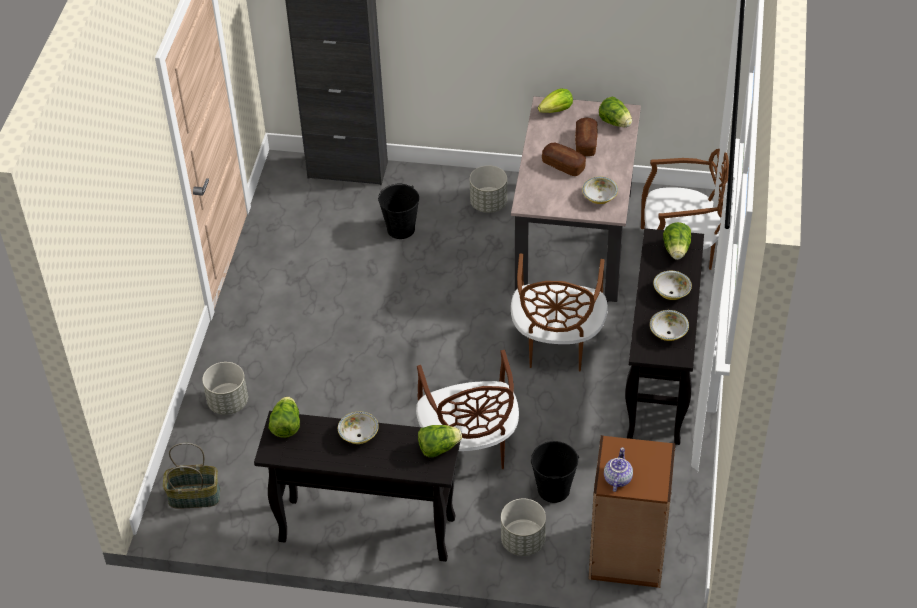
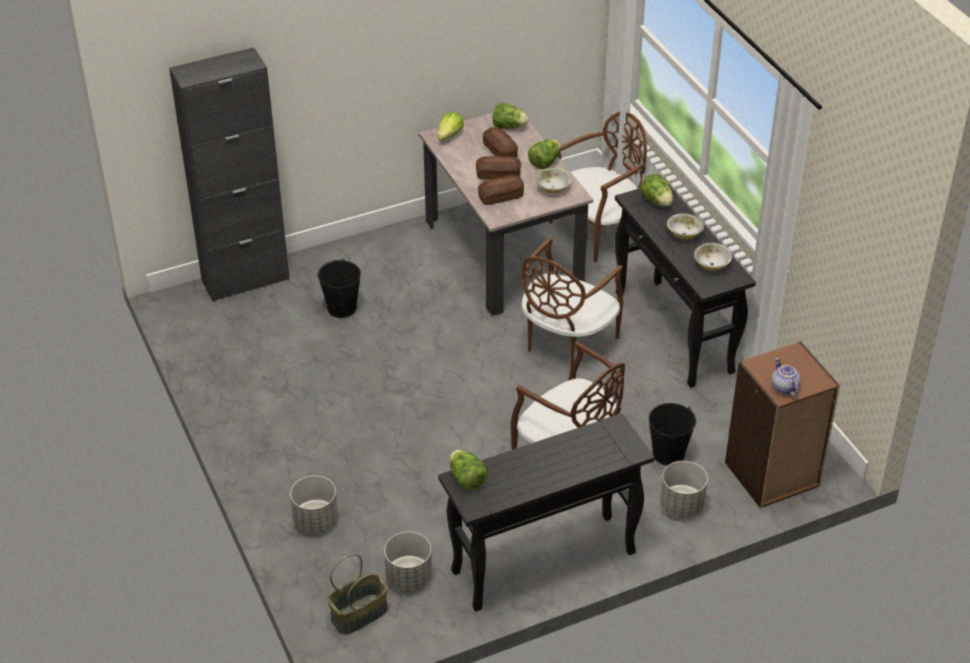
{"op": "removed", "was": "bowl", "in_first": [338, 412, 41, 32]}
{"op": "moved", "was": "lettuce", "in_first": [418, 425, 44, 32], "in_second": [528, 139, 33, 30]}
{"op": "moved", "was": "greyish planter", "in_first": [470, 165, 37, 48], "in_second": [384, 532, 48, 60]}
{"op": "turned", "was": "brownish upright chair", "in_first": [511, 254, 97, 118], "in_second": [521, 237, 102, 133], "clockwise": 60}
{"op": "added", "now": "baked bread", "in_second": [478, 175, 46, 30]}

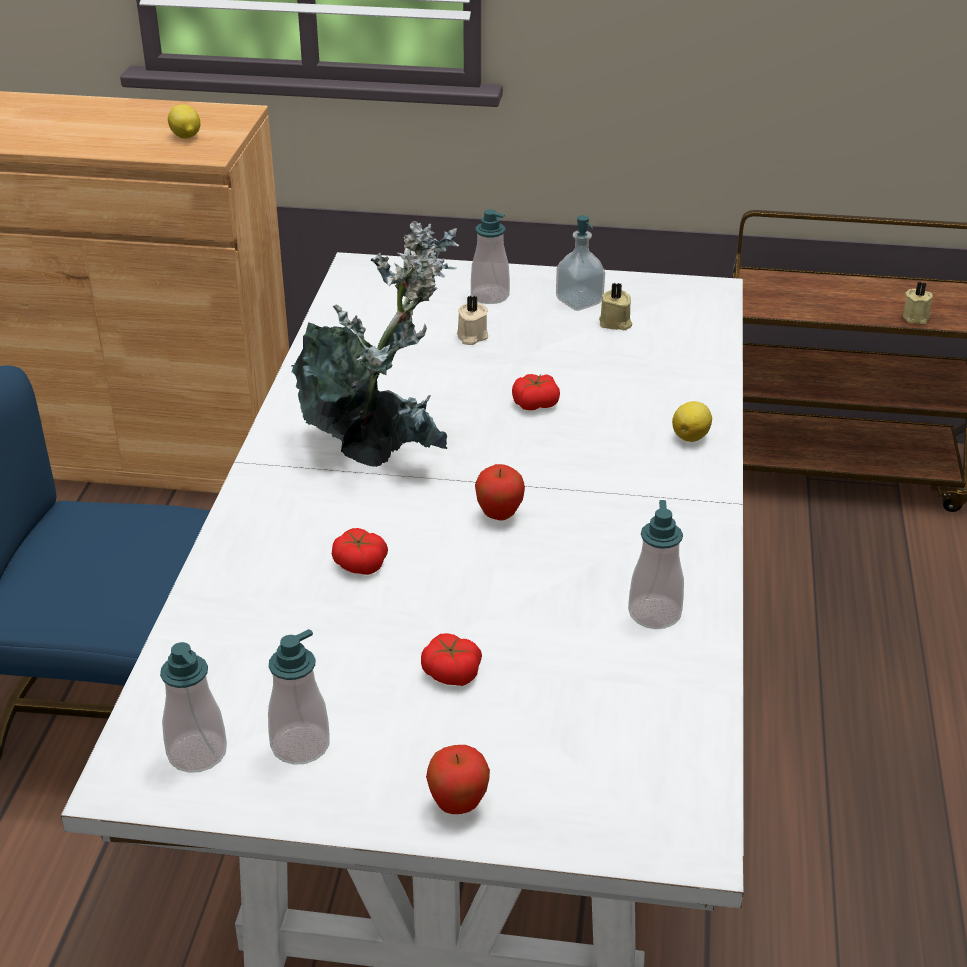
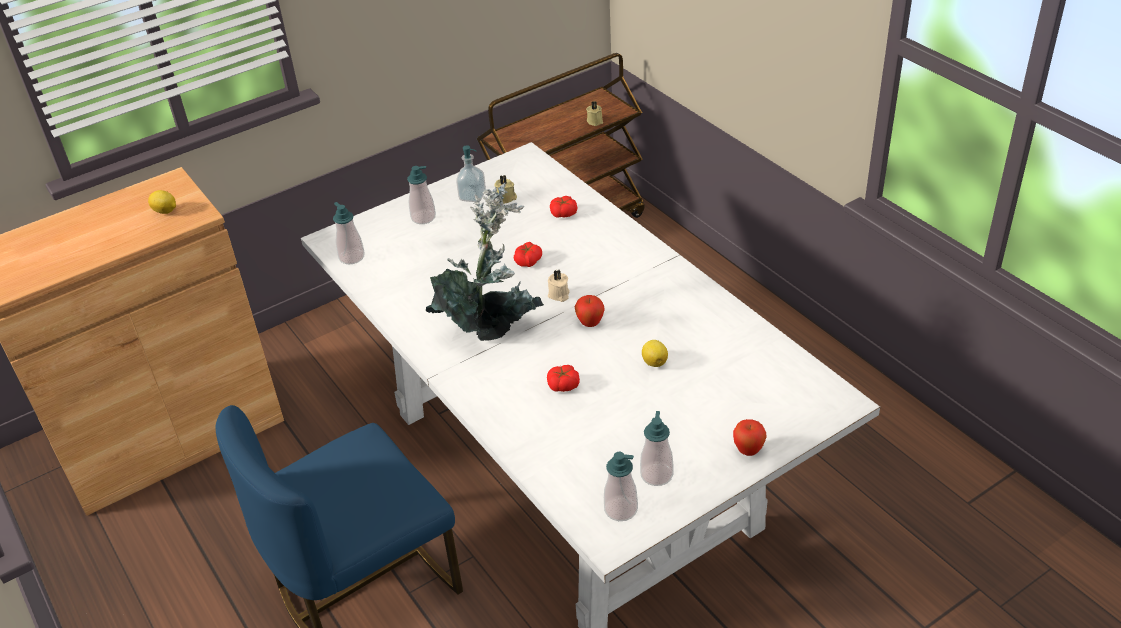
{"op": "moved", "was": "whole tomato", "in_first": [421, 633, 61, 53], "in_second": [550, 196, 28, 22]}
{"op": "moved", "was": "sand-coloured candle", "in_first": [457, 295, 31, 50], "in_second": [548, 270, 22, 32]}
{"op": "moved", "was": "soap dispenser", "in_first": [628, 500, 56, 129], "in_second": [333, 202, 31, 63]}
{"op": "moved", "was": "citrus fruit", "in_first": [672, 401, 40, 41], "in_second": [642, 340, 26, 27]}

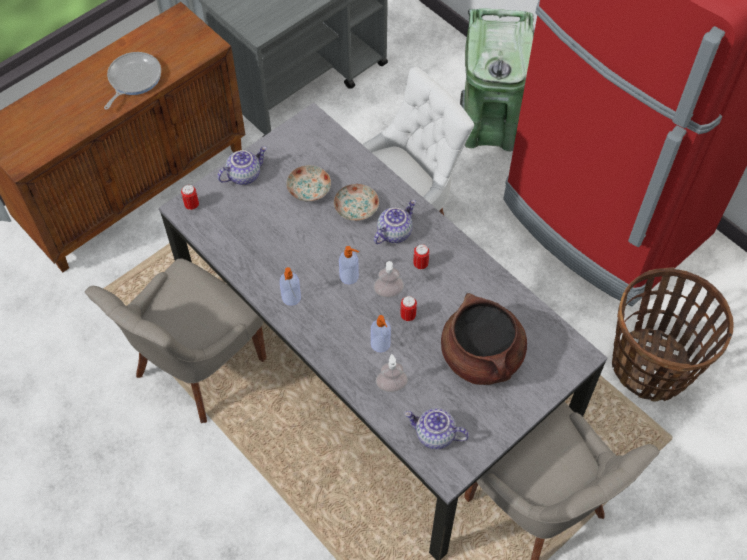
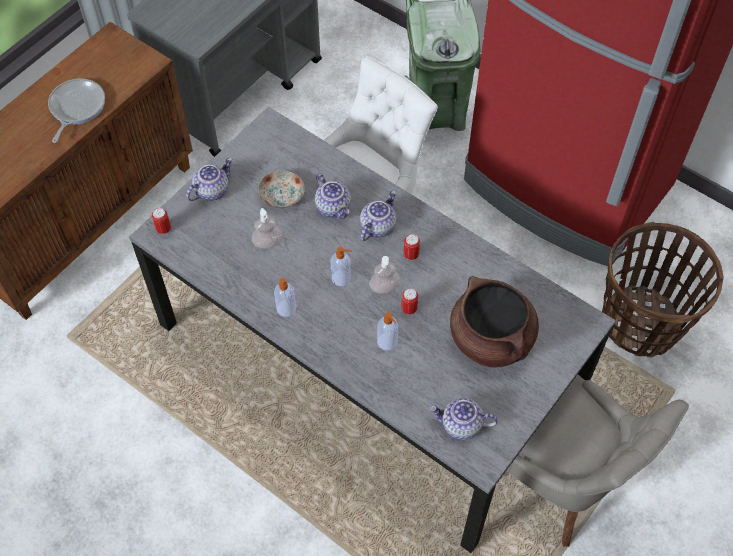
{"op": "removed", "was": "greyish upright chair", "in_first": [85, 259, 181, 164]}
{"op": "replaced", "was": "plate", "now": "teapot", "in_first": [334, 184, 45, 37], "in_second": [315, 173, 36, 46]}
{"op": "moved", "was": "soap dispenser", "in_first": [376, 354, 32, 38], "in_second": [252, 208, 30, 41]}

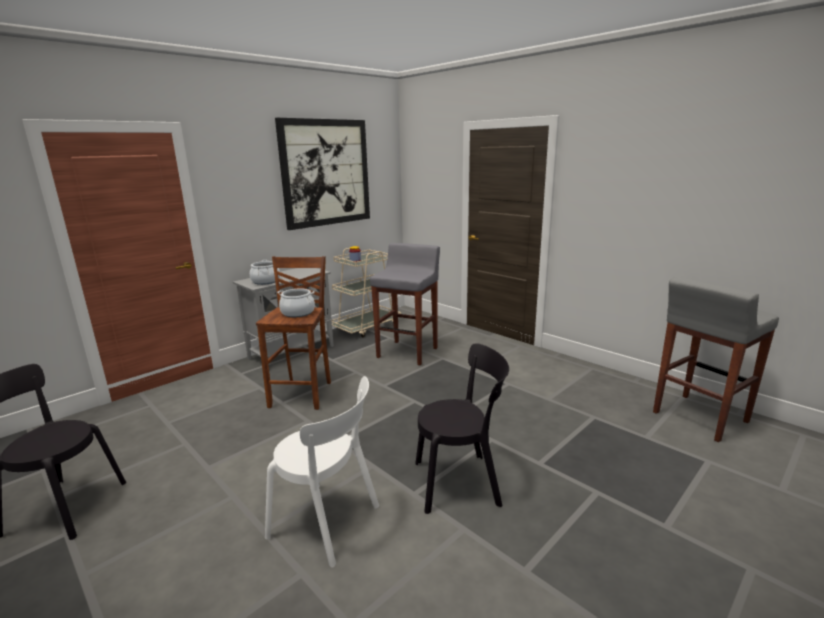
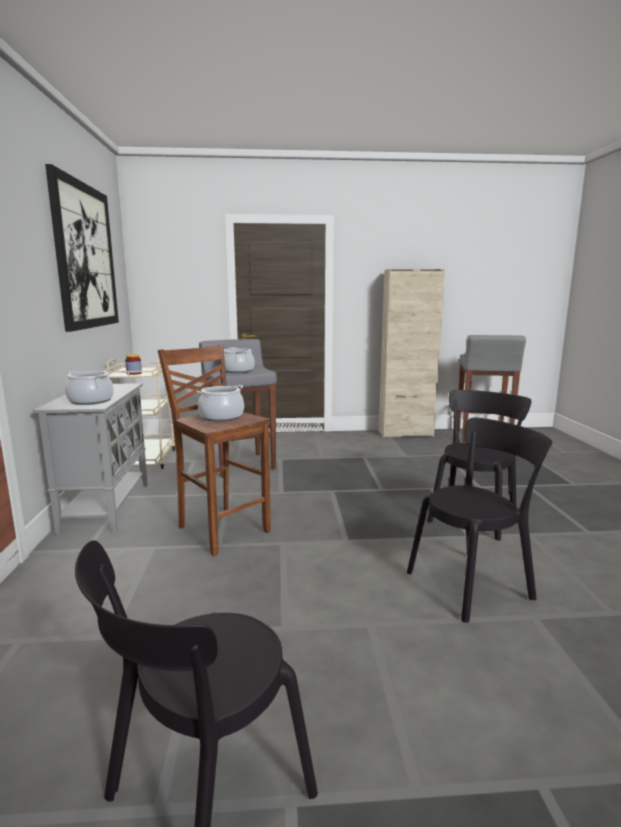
{"op": "recoloured", "was": "whitish upright chair", "now": "black-coloured upright chair", "in_first": [265, 376, 114, 192], "in_second": [407, 418, 145, 205]}
{"op": "added", "now": "cooking pot", "in_second": [224, 347, 30, 26]}
{"op": "added", "now": "sand-coloured cupboard", "in_second": [379, 269, 66, 169]}

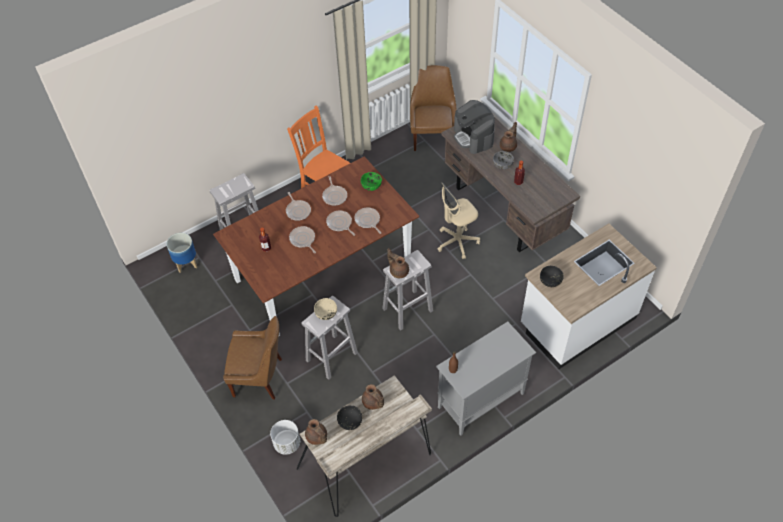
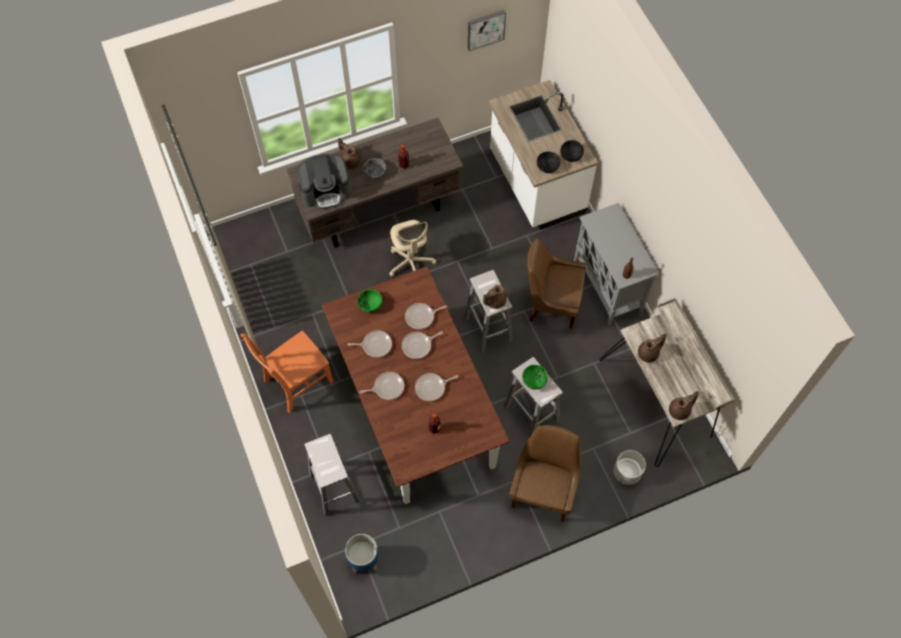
{"op": "recoloured", "was": "sand-coloured bowl", "now": "green-coloured bowl", "in_first": [314, 298, 23, 22], "in_second": [522, 365, 26, 24]}
{"op": "moved", "was": "black-coloured bowl", "in_first": [337, 405, 25, 25], "in_second": [561, 140, 23, 22]}
{"op": "moved", "was": "brownish upright chair", "in_first": [410, 65, 47, 86], "in_second": [527, 238, 59, 91]}
{"op": "added", "now": "wall picture", "in_second": [468, 10, 38, 41]}

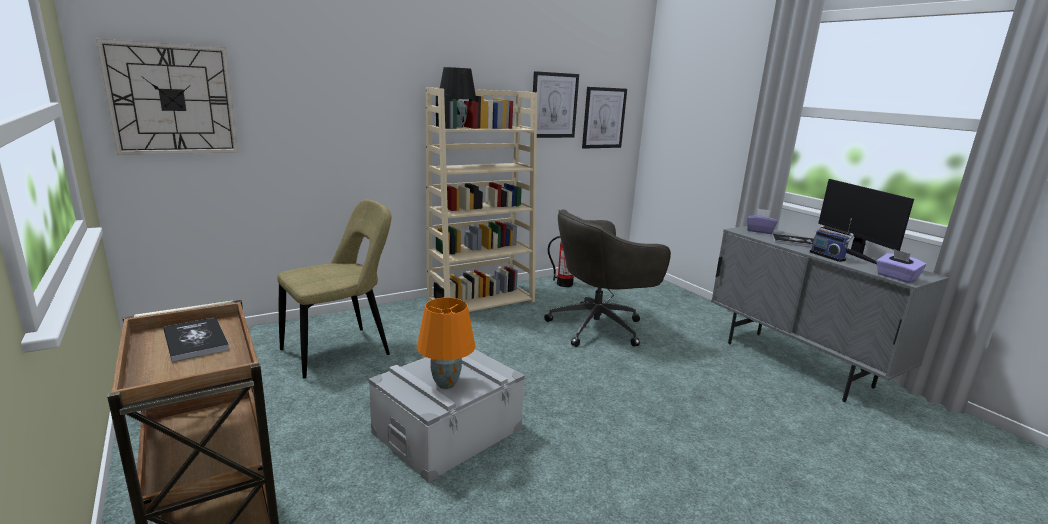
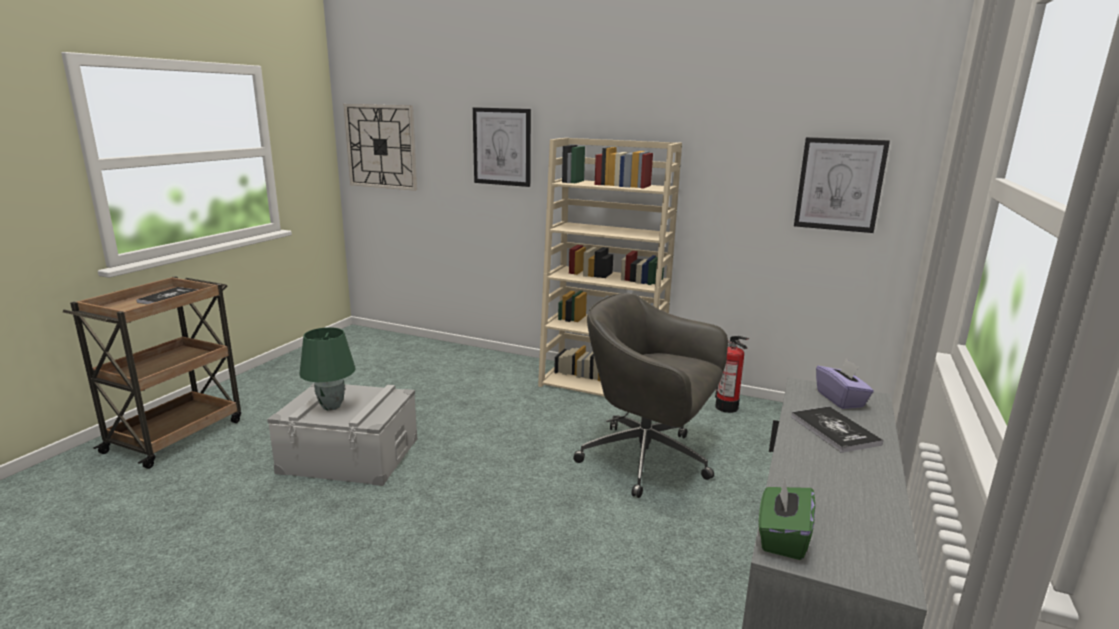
{"op": "removed", "was": "sand-coloured upright chair", "in_first": [277, 200, 114, 178]}
{"op": "recoloured", "was": "orange-coloured lamp for a table", "now": "green-coloured lamp for a table", "in_first": [417, 298, 59, 91], "in_second": [299, 327, 57, 83]}
{"op": "removed", "was": "black-coloured lamp for a table", "in_first": [440, 67, 36, 61]}
{"op": "moved", "was": "wall picture", "in_first": [533, 71, 46, 67], "in_second": [473, 107, 58, 80]}
{"op": "removed", "was": "radio receiver", "in_first": [810, 219, 44, 43]}
{"op": "removed", "was": "monitor", "in_first": [818, 179, 96, 85]}
{"op": "recoloured", "was": "purple-coloured tissue holder", "now": "green-coloured tissue holder", "in_first": [876, 249, 50, 34], "in_second": [759, 476, 56, 84]}

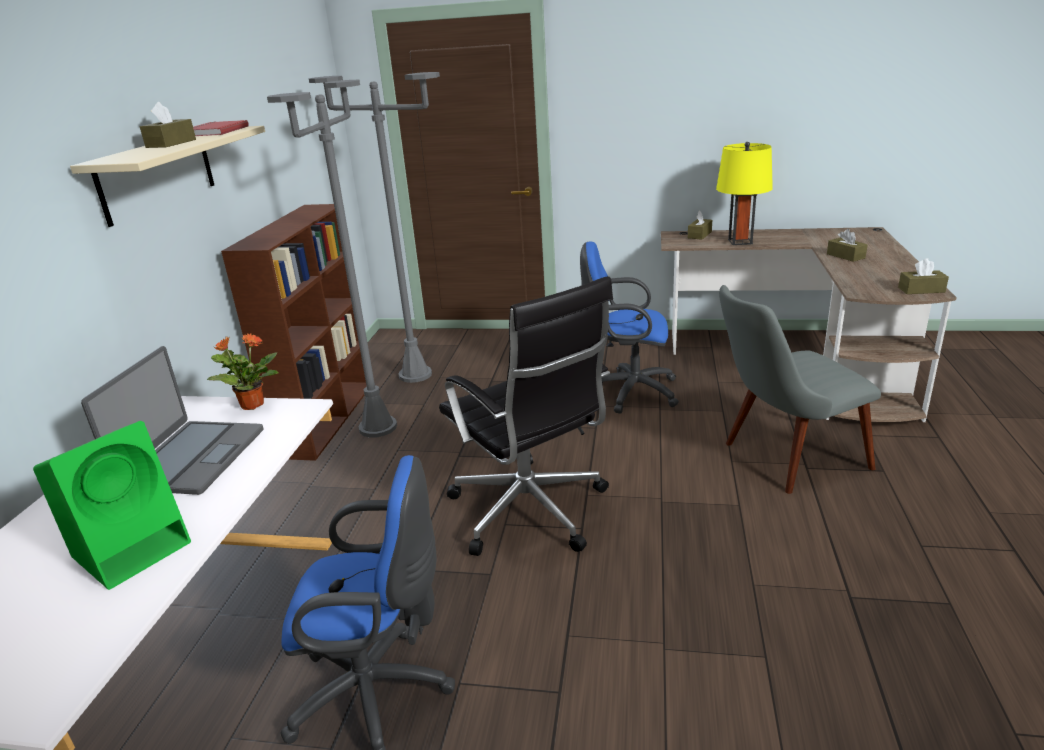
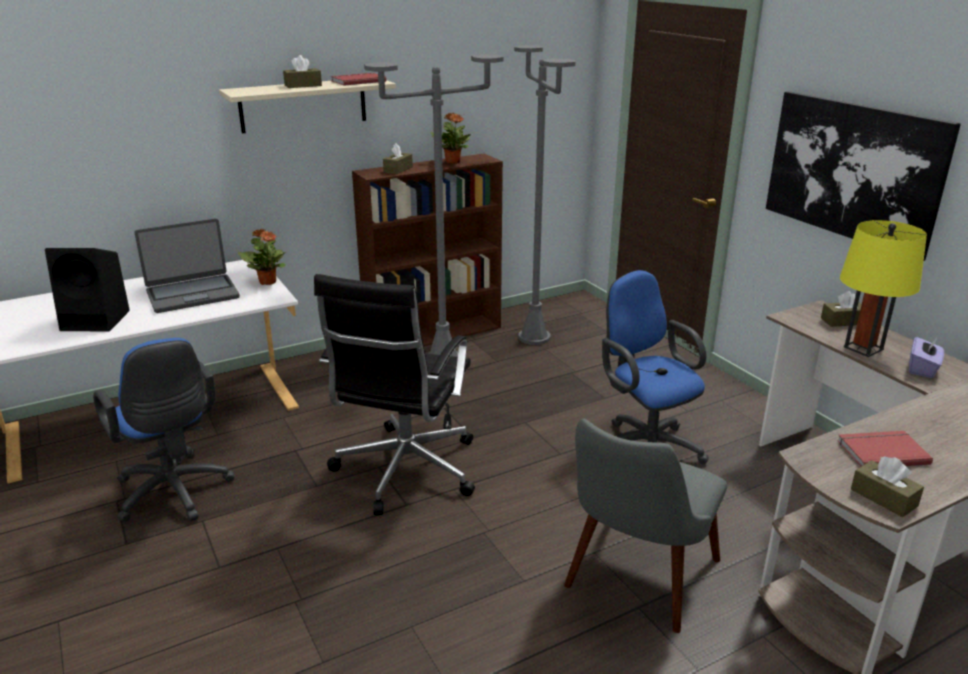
{"op": "recoloured", "was": "green-coloured loudspeaker", "now": "black-coloured loudspeaker", "in_first": [33, 421, 158, 169], "in_second": [45, 248, 85, 83]}
{"op": "turned", "was": "greyish upright chair", "in_first": [719, 285, 162, 209], "in_second": [564, 418, 163, 215], "clockwise": -90}
{"op": "moved", "was": "brownish tissue holder", "in_first": [827, 229, 41, 33], "in_second": [383, 143, 30, 31]}
{"op": "added", "now": "houseplant", "in_second": [431, 113, 40, 51]}
{"op": "added", "now": "wall picture", "in_second": [766, 91, 195, 170]}
{"op": "added", "now": "red-coloured bound book", "in_second": [837, 431, 96, 36]}
{"op": "added", "now": "purple-coloured tissue holder", "in_second": [909, 337, 35, 41]}

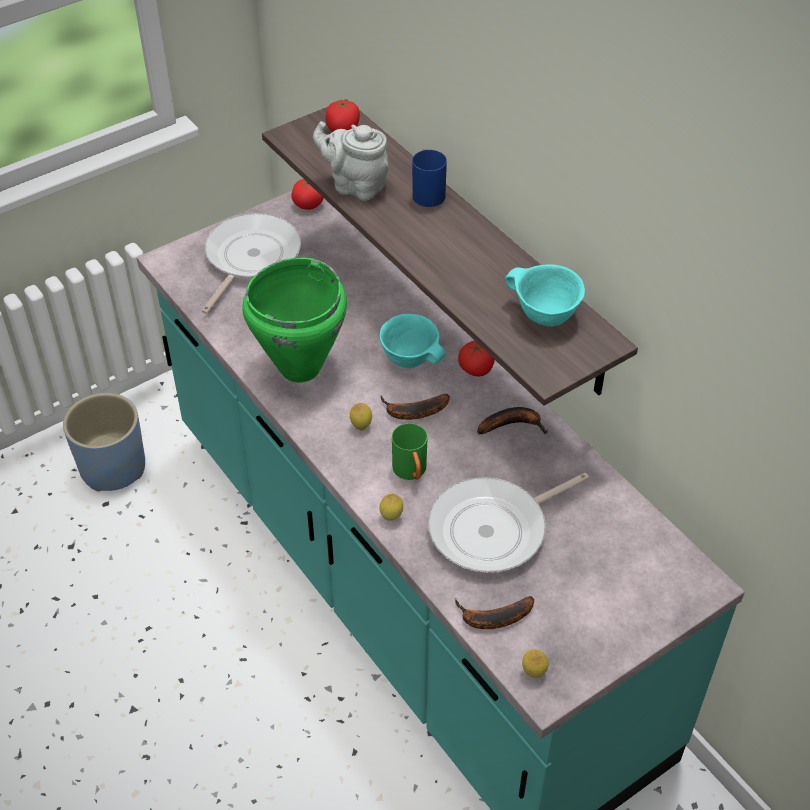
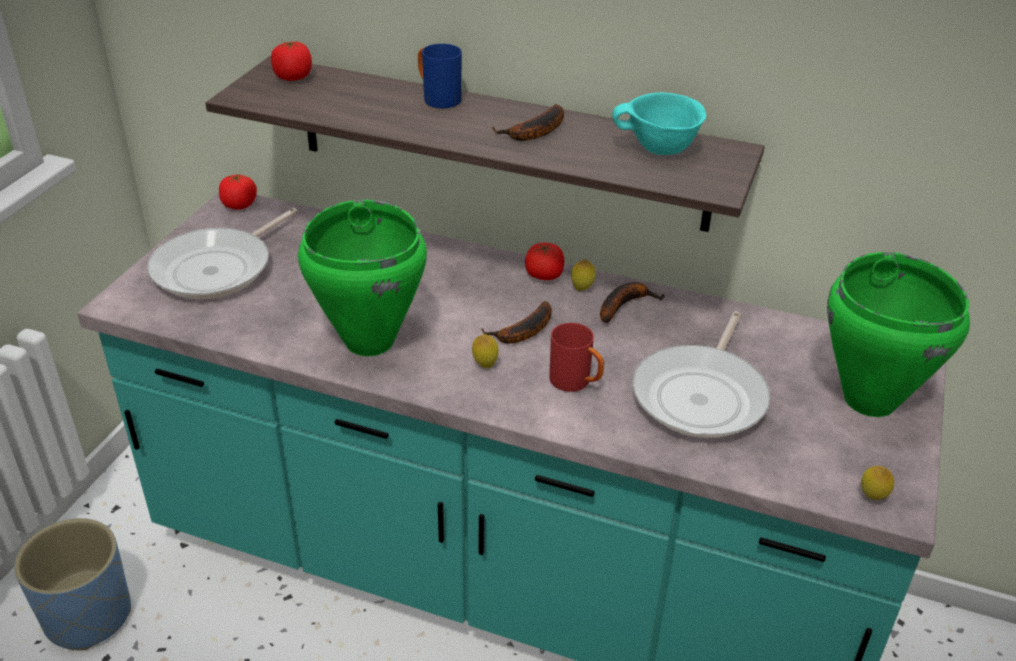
{"op": "turned", "was": "skillet", "in_first": [202, 213, 99, 101], "in_second": [147, 208, 150, 91], "clockwise": -135}
{"op": "removed", "was": "greyish teapot", "in_first": [313, 121, 76, 80]}
{"op": "moved", "was": "citrus fruit", "in_first": [379, 494, 24, 27], "in_second": [571, 259, 25, 32]}
{"op": "removed", "was": "blue-green bowl", "in_first": [380, 314, 65, 54]}
{"op": "recoloured", "was": "green-coloured tea mug", "now": "red-coloured tea mug", "in_first": [392, 423, 36, 57], "in_second": [549, 323, 55, 69]}
{"op": "moved", "was": "banana fruit", "in_first": [455, 596, 79, 33], "in_second": [492, 104, 72, 37]}
{"op": "added", "now": "green-coloured cooking pot", "in_second": [827, 252, 143, 165]}

